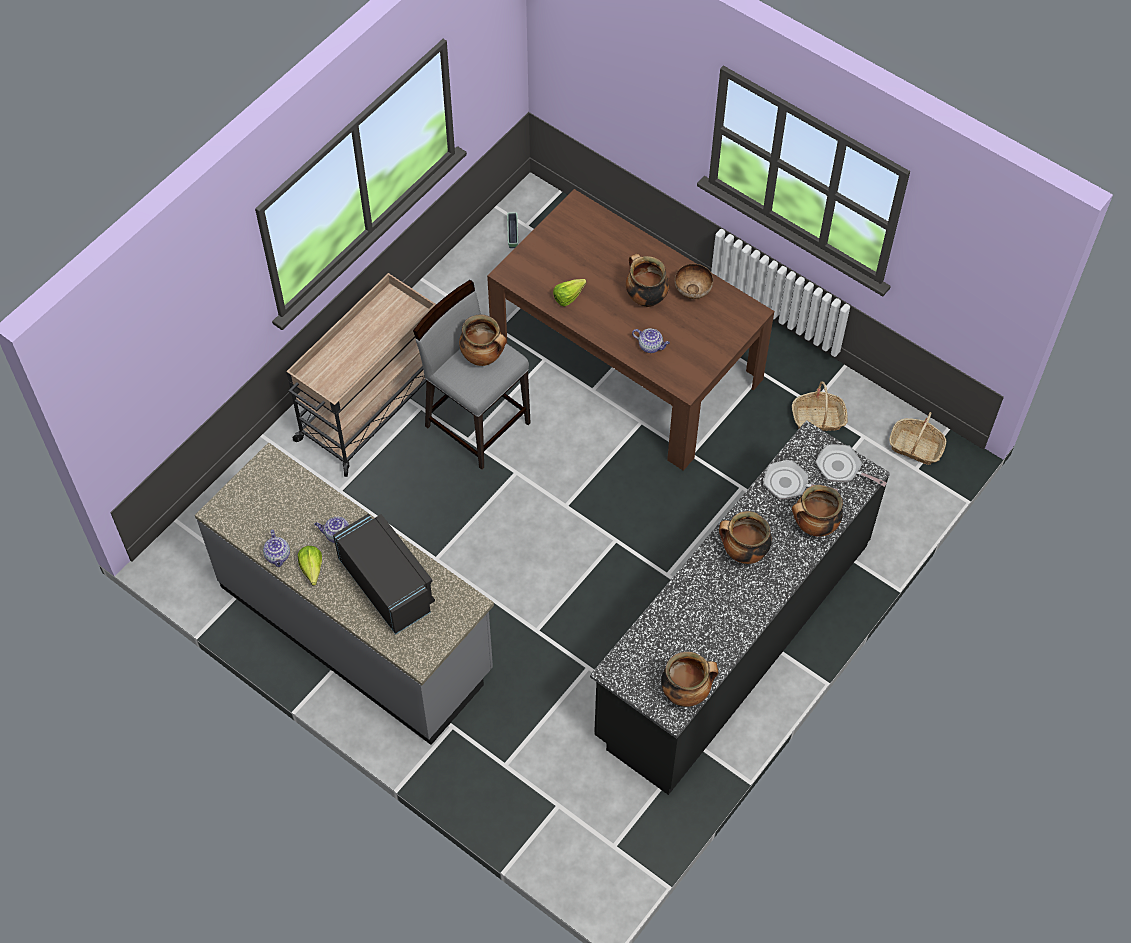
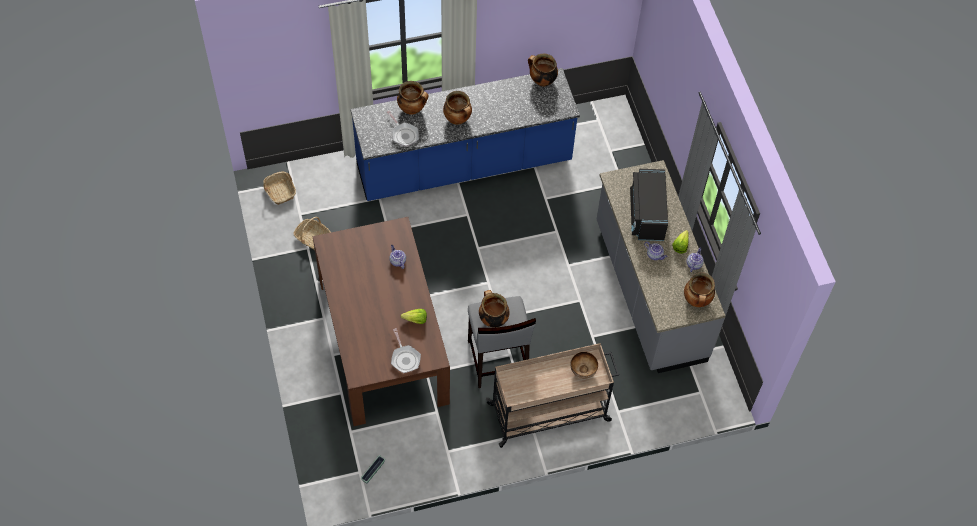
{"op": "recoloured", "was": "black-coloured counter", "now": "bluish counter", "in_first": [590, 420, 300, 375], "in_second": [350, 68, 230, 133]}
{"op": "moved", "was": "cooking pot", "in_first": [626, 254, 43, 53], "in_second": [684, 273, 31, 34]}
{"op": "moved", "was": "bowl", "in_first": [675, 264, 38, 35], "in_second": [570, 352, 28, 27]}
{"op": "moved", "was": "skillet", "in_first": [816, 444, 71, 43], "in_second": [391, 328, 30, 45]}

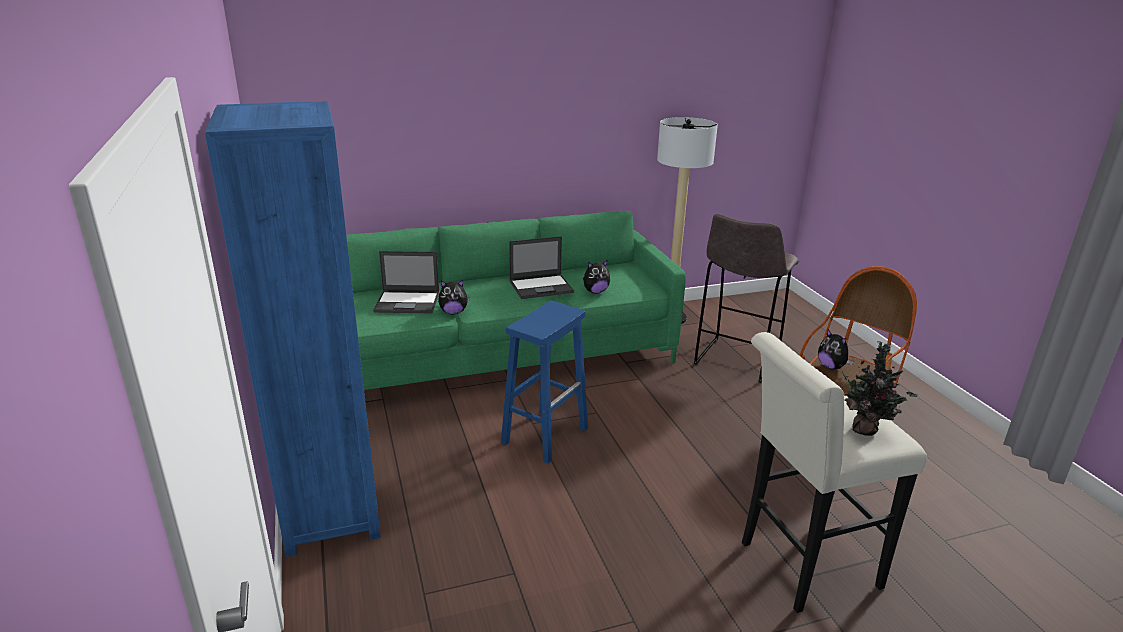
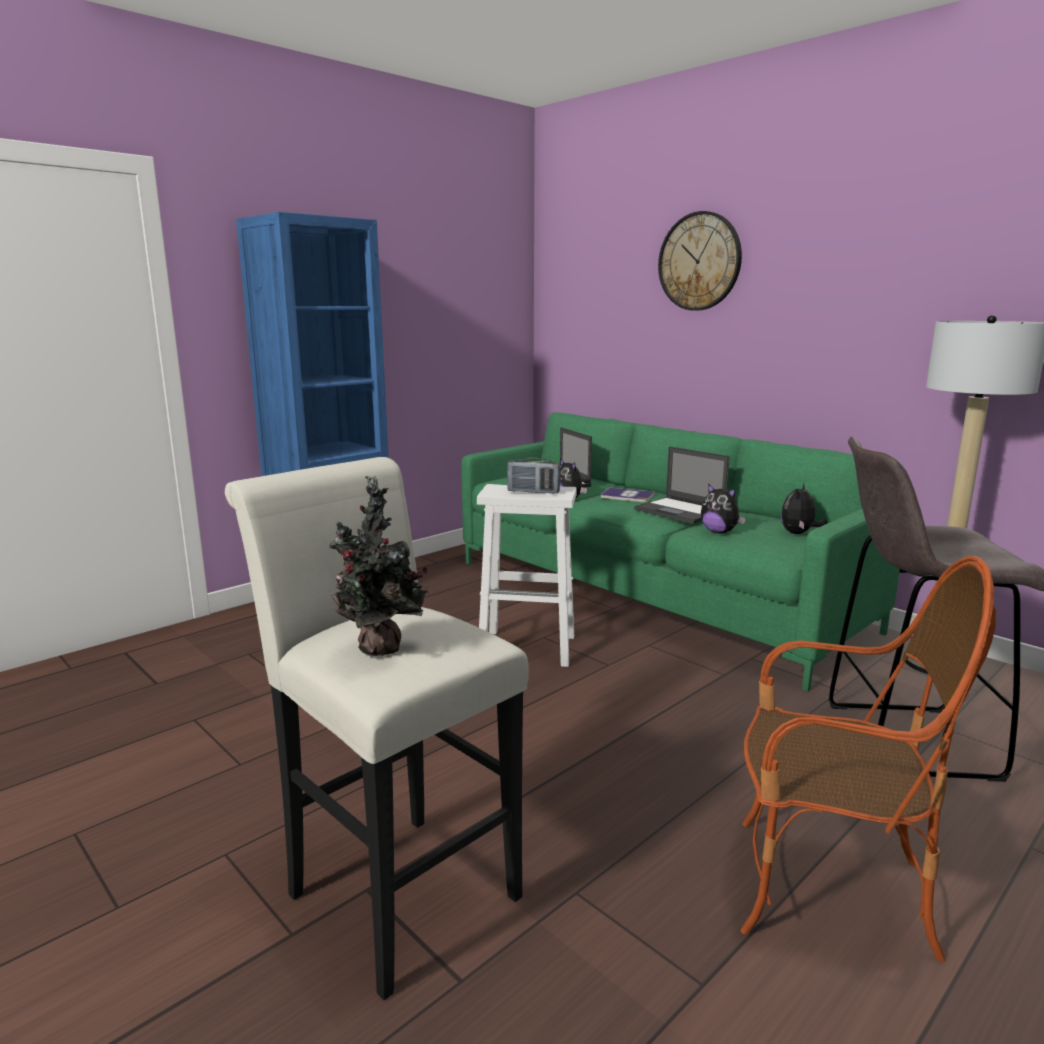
{"op": "recoloured", "was": "bluish stool", "now": "whitish stool", "in_first": [501, 301, 87, 163], "in_second": [477, 484, 100, 183]}
{"op": "moved", "was": "cuddly toy", "in_first": [818, 329, 35, 40], "in_second": [781, 482, 46, 52]}
{"op": "added", "now": "radio receiver", "in_second": [507, 458, 53, 36]}
{"op": "added", "now": "bound book", "in_second": [601, 488, 54, 14]}
{"op": "added", "now": "wall clock", "in_second": [658, 211, 84, 100]}

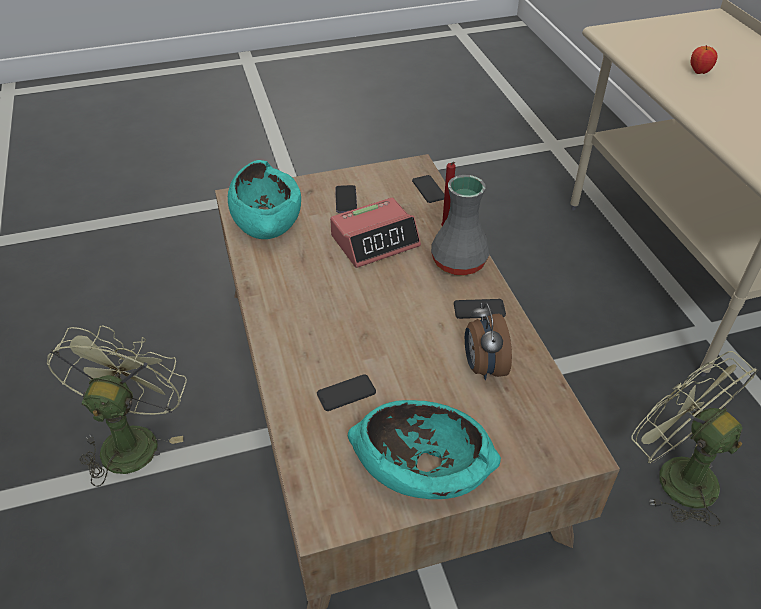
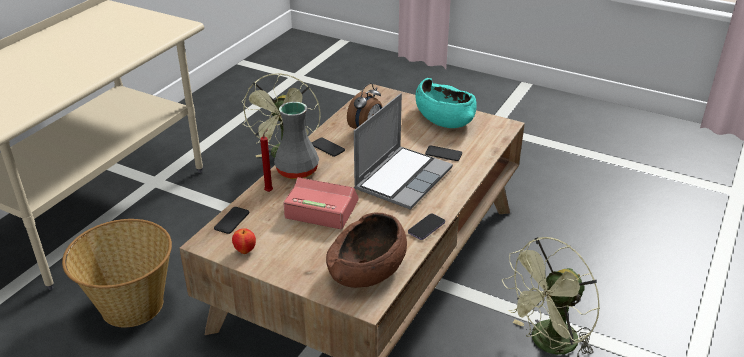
{"op": "recoloured", "was": "blue-green bowl", "now": "brownish bowl", "in_first": [228, 160, 73, 79], "in_second": [326, 213, 81, 75]}
{"op": "moved", "was": "telephone", "in_first": [335, 185, 22, 28], "in_second": [408, 213, 37, 27]}
{"op": "moved", "was": "apple fruit", "in_first": [690, 45, 27, 29], "in_second": [232, 229, 24, 25]}
{"op": "added", "now": "storage basket", "in_second": [62, 219, 110, 108]}
{"op": "added", "now": "notebook computer", "in_second": [354, 93, 99, 117]}

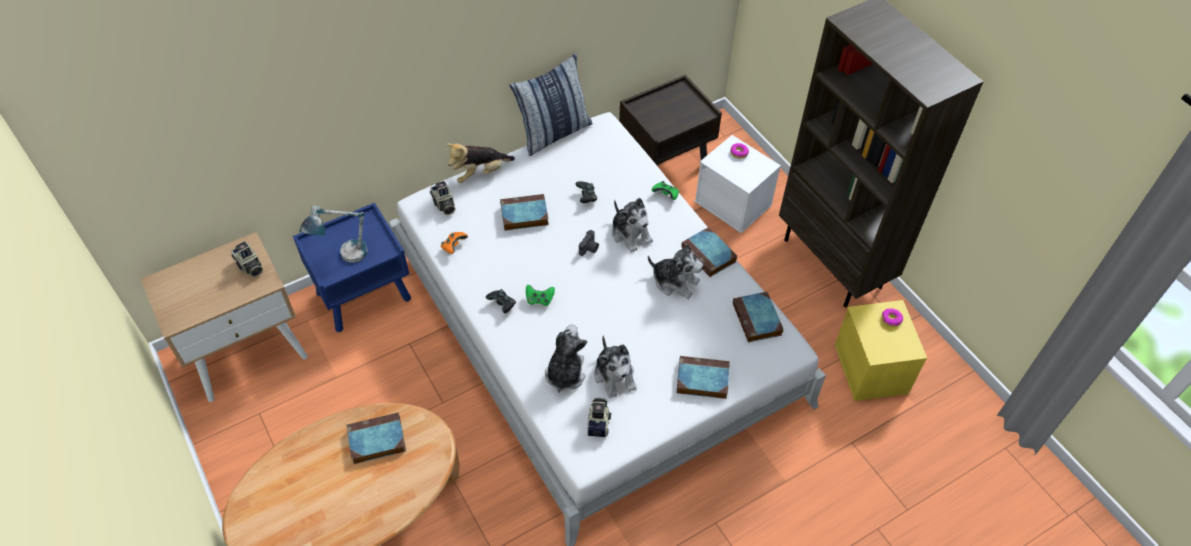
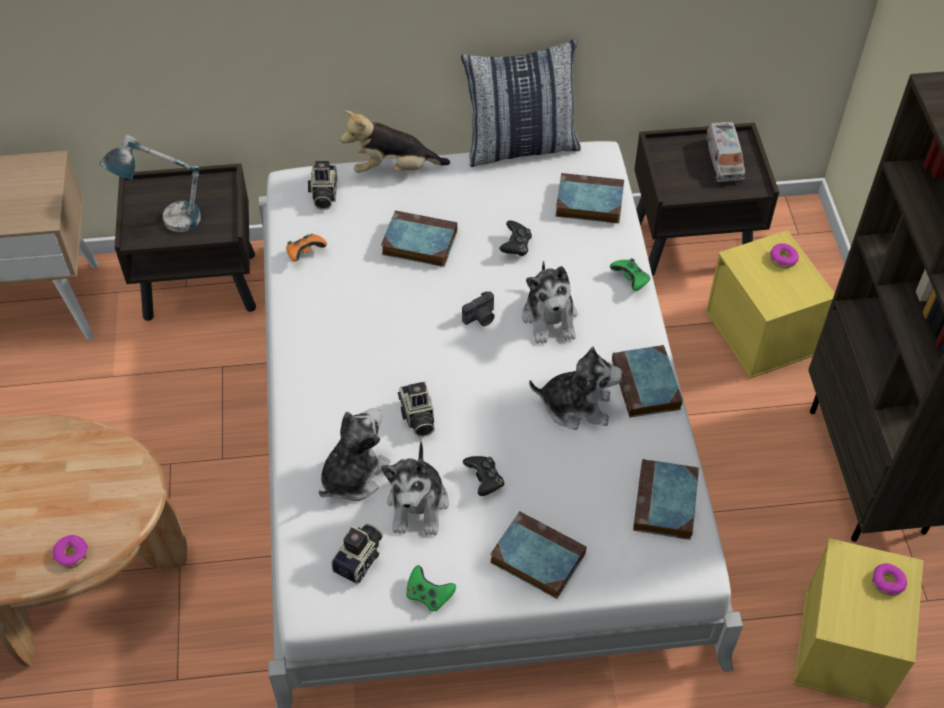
{"op": "moved", "was": "photo camera", "in_first": [231, 241, 32, 36], "in_second": [398, 382, 37, 55]}
{"op": "recoloured", "was": "bluish night table", "now": "brownish night table", "in_first": [293, 203, 118, 129], "in_second": [115, 163, 141, 158]}
{"op": "moved", "was": "bound book", "in_first": [346, 413, 60, 51], "in_second": [556, 173, 68, 51]}
{"op": "moved", "was": "black-coloured game controller", "in_first": [486, 289, 30, 24], "in_second": [463, 456, 41, 40]}
{"op": "moved", "was": "green-coloured game controller", "in_first": [526, 285, 29, 21], "in_second": [406, 565, 50, 46]}
{"op": "turned", "was": "cuddly toy", "in_first": [648, 244, 55, 55], "in_second": [529, 347, 94, 83], "clockwise": -45}
{"op": "recoloured", "was": "whitish storage container", "now": "yellow-coloured storage container", "in_first": [695, 135, 86, 98], "in_second": [705, 230, 130, 149]}
{"op": "added", "now": "donut", "in_second": [53, 535, 36, 34]}
{"op": "added", "now": "toy truck", "in_second": [706, 122, 39, 60]}

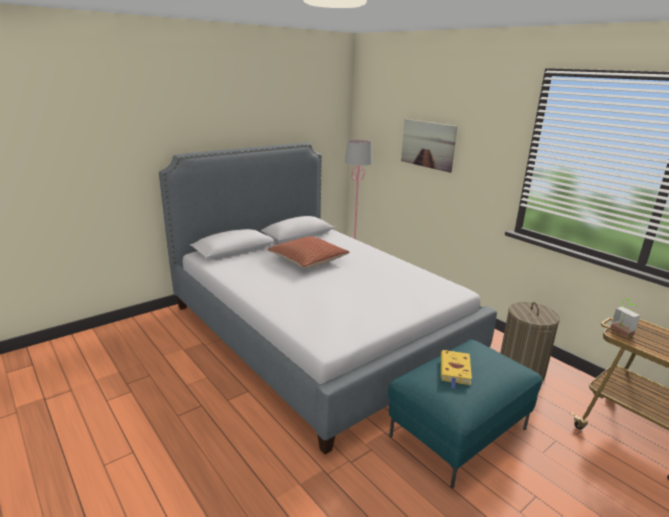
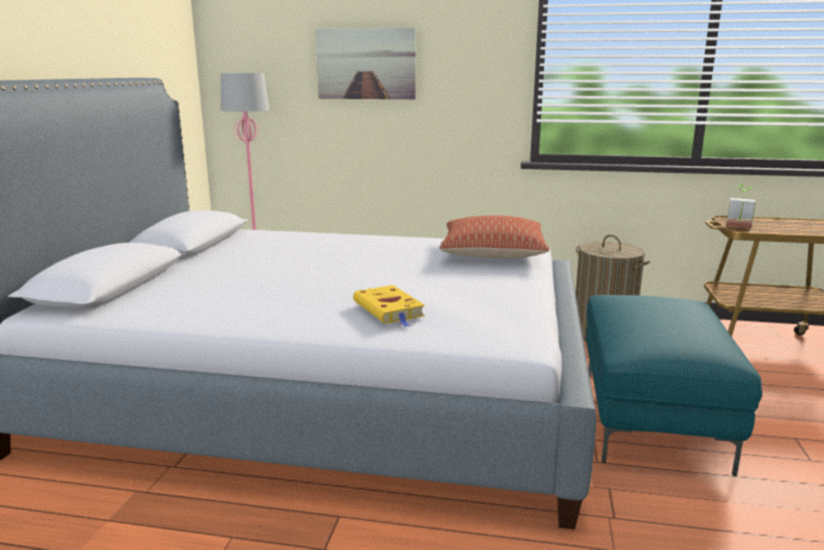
{"op": "moved", "was": "throw pillow", "in_first": [268, 236, 82, 32], "in_second": [440, 216, 109, 42]}
{"op": "moved", "was": "yellow-coloured bound book", "in_first": [441, 350, 31, 38], "in_second": [353, 285, 72, 42]}

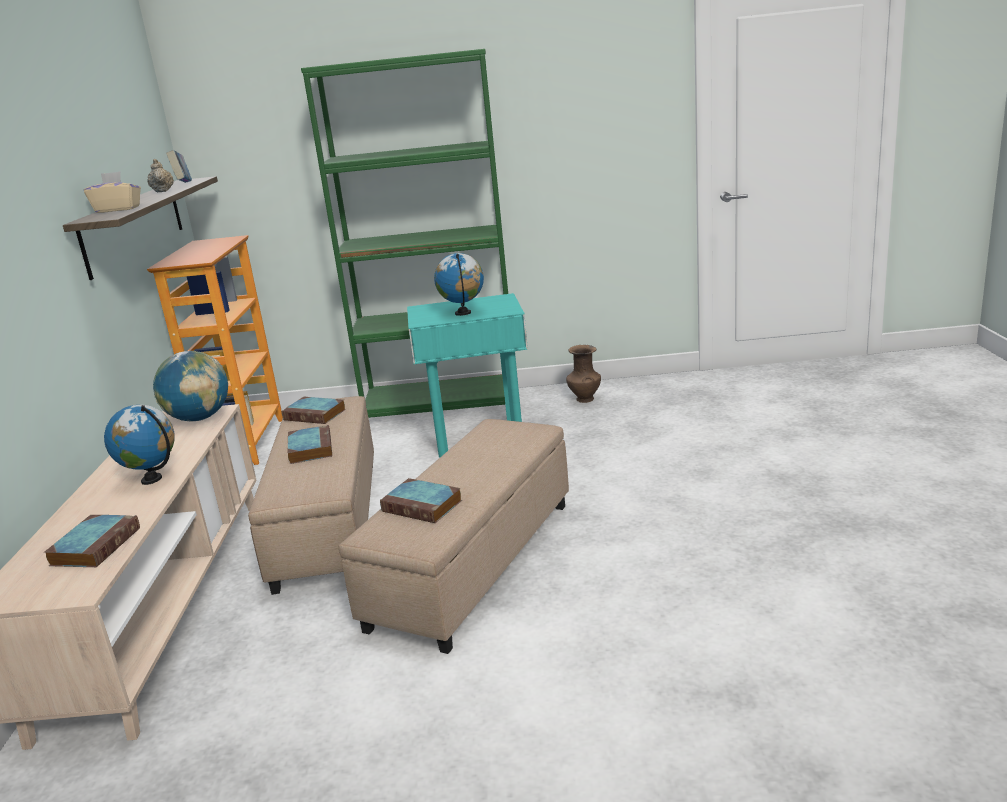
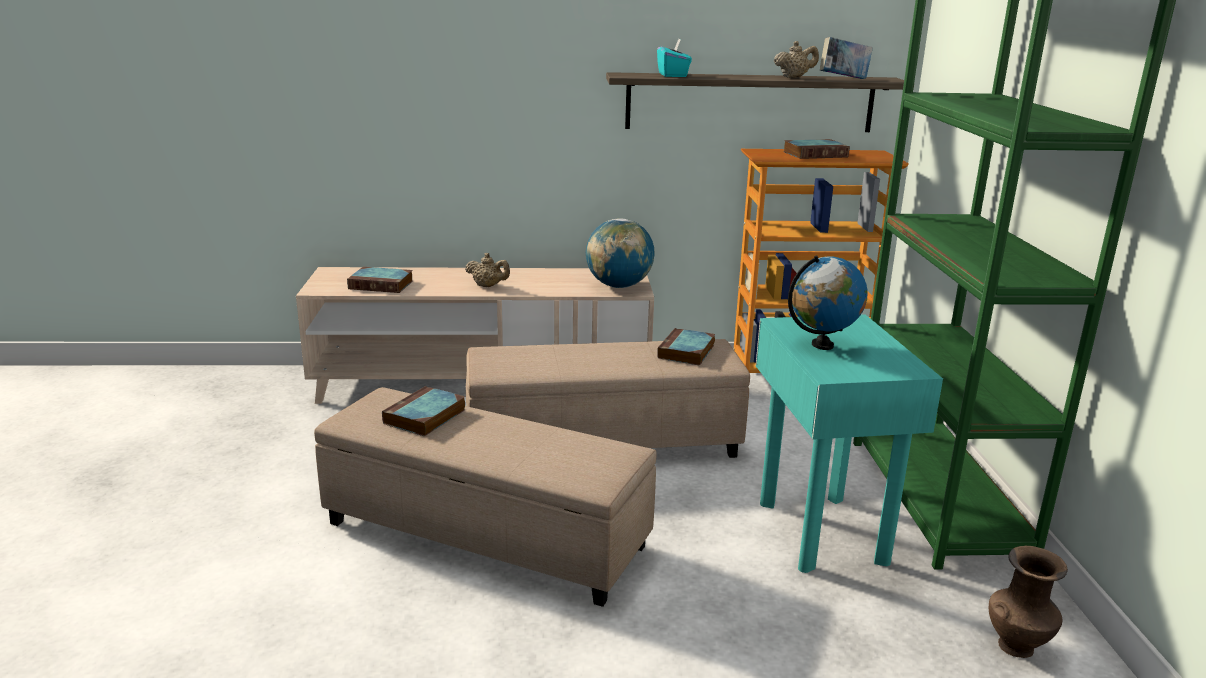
{"op": "recoloured", "was": "sand-coloured tissue holder", "now": "blue-green tissue holder", "in_first": [84, 171, 57, 42], "in_second": [657, 39, 35, 38]}
{"op": "replaced", "was": "globe", "now": "sand-coloured teapot", "in_first": [104, 405, 71, 80], "in_second": [465, 253, 45, 34]}
{"op": "moved", "was": "bound book", "in_first": [288, 425, 44, 39], "in_second": [783, 139, 67, 20]}

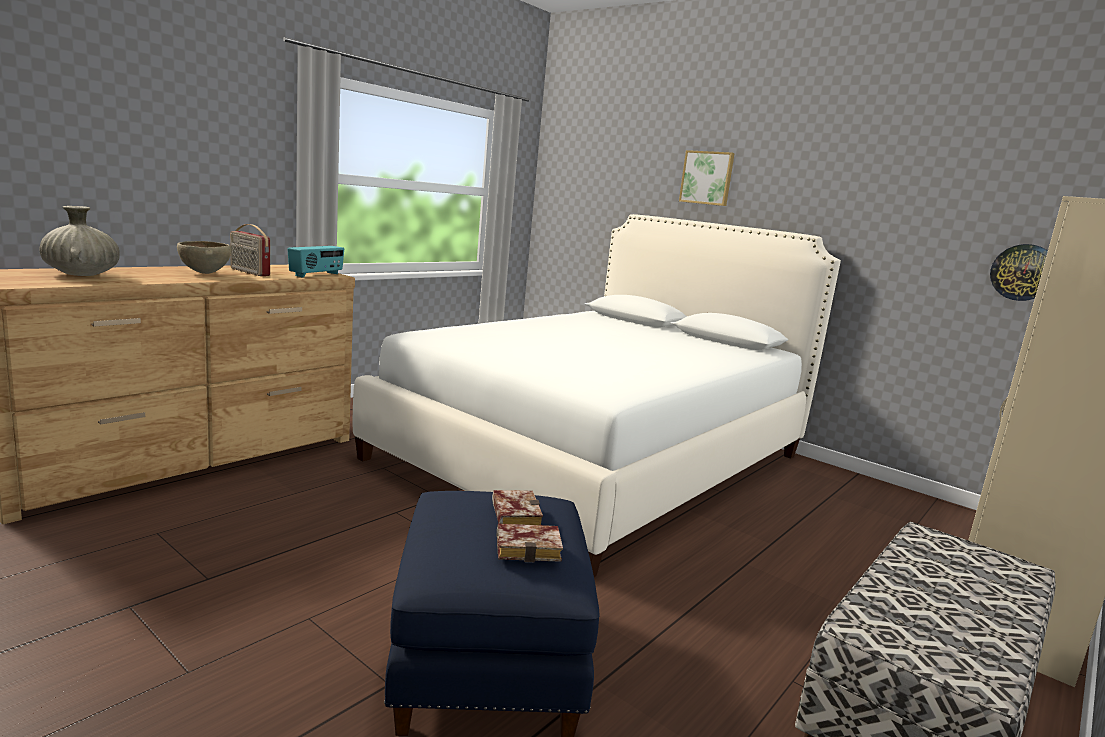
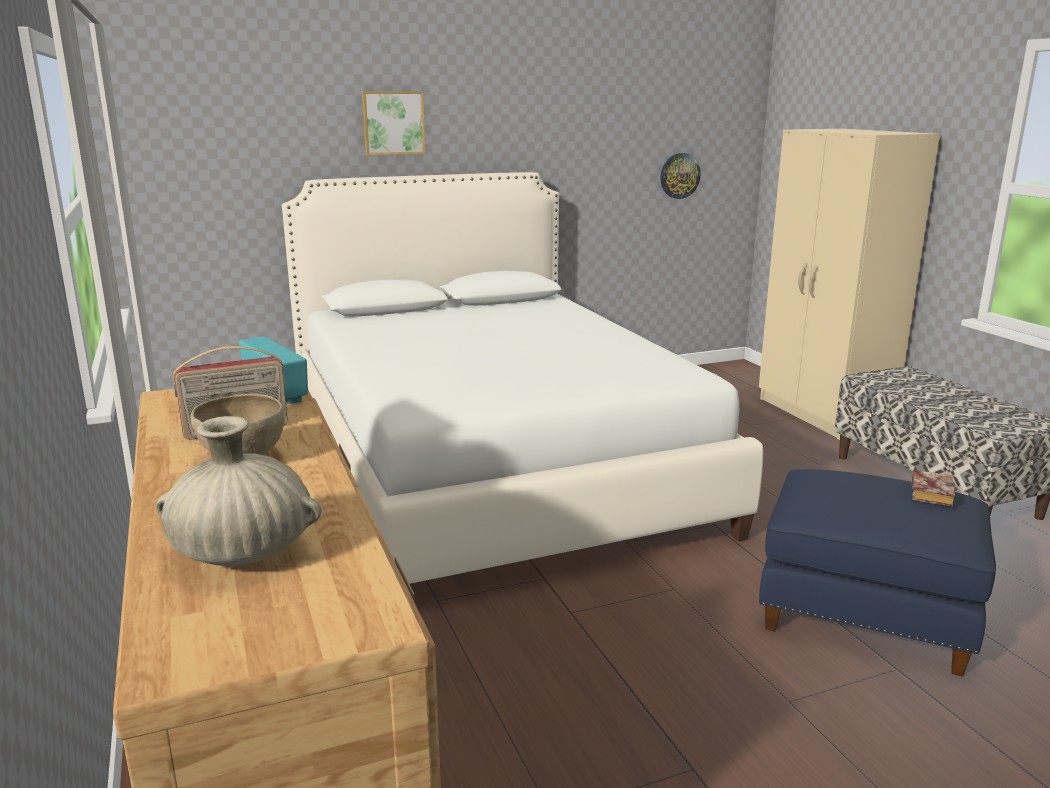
{"op": "removed", "was": "bound book", "in_first": [492, 490, 51, 35]}

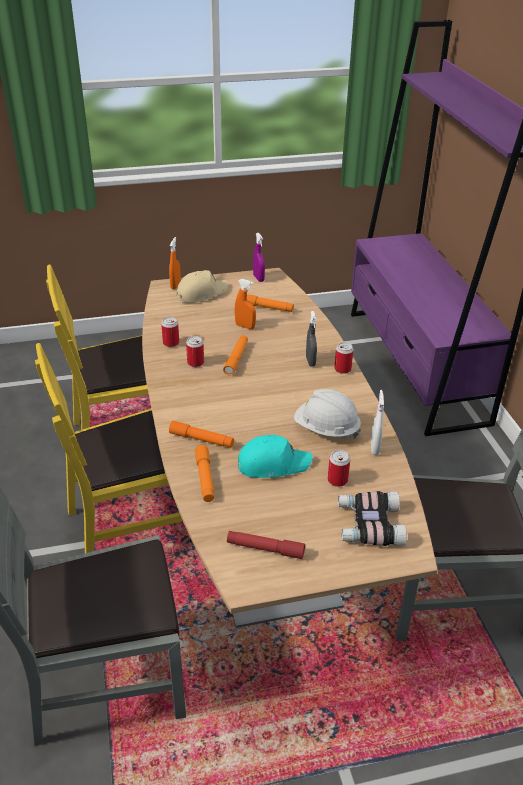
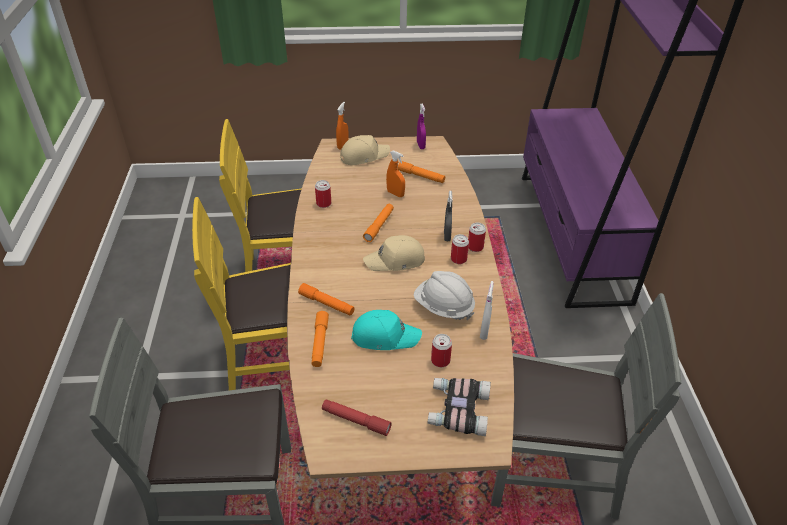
{"op": "moved", "was": "metal can", "in_first": [186, 336, 18, 31], "in_second": [451, 234, 18, 30]}
{"op": "added", "now": "sand-coloured cap", "in_second": [363, 235, 62, 36]}

